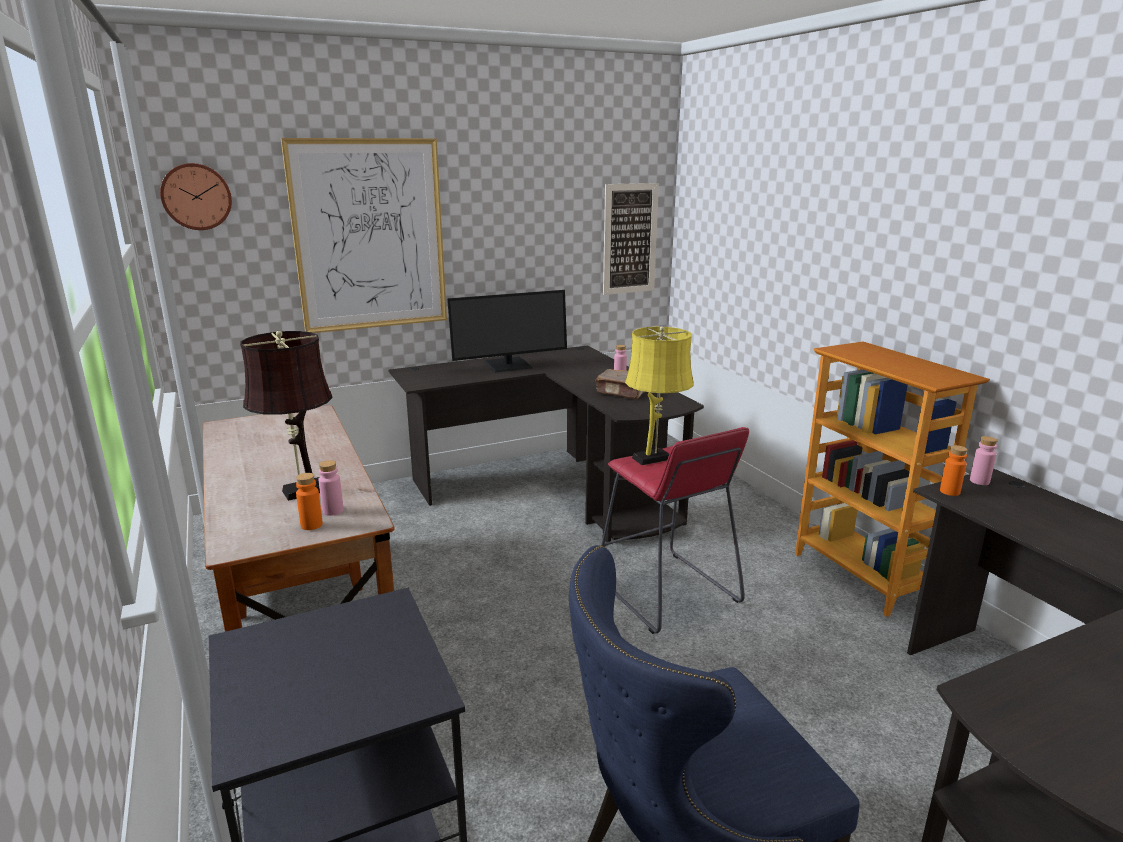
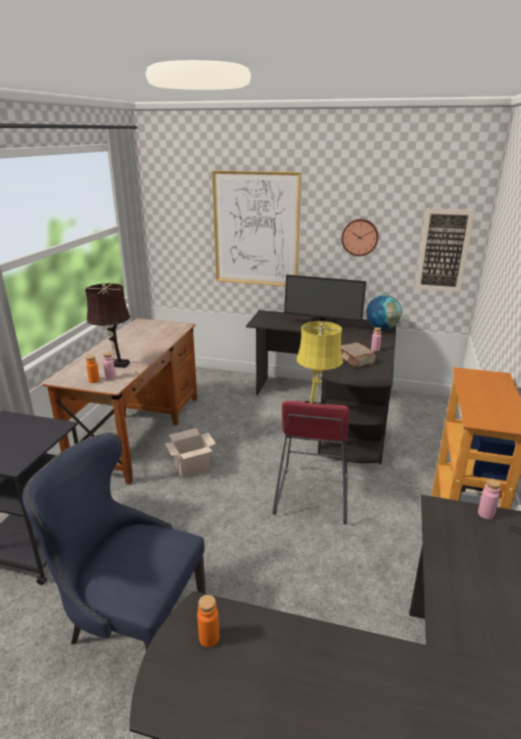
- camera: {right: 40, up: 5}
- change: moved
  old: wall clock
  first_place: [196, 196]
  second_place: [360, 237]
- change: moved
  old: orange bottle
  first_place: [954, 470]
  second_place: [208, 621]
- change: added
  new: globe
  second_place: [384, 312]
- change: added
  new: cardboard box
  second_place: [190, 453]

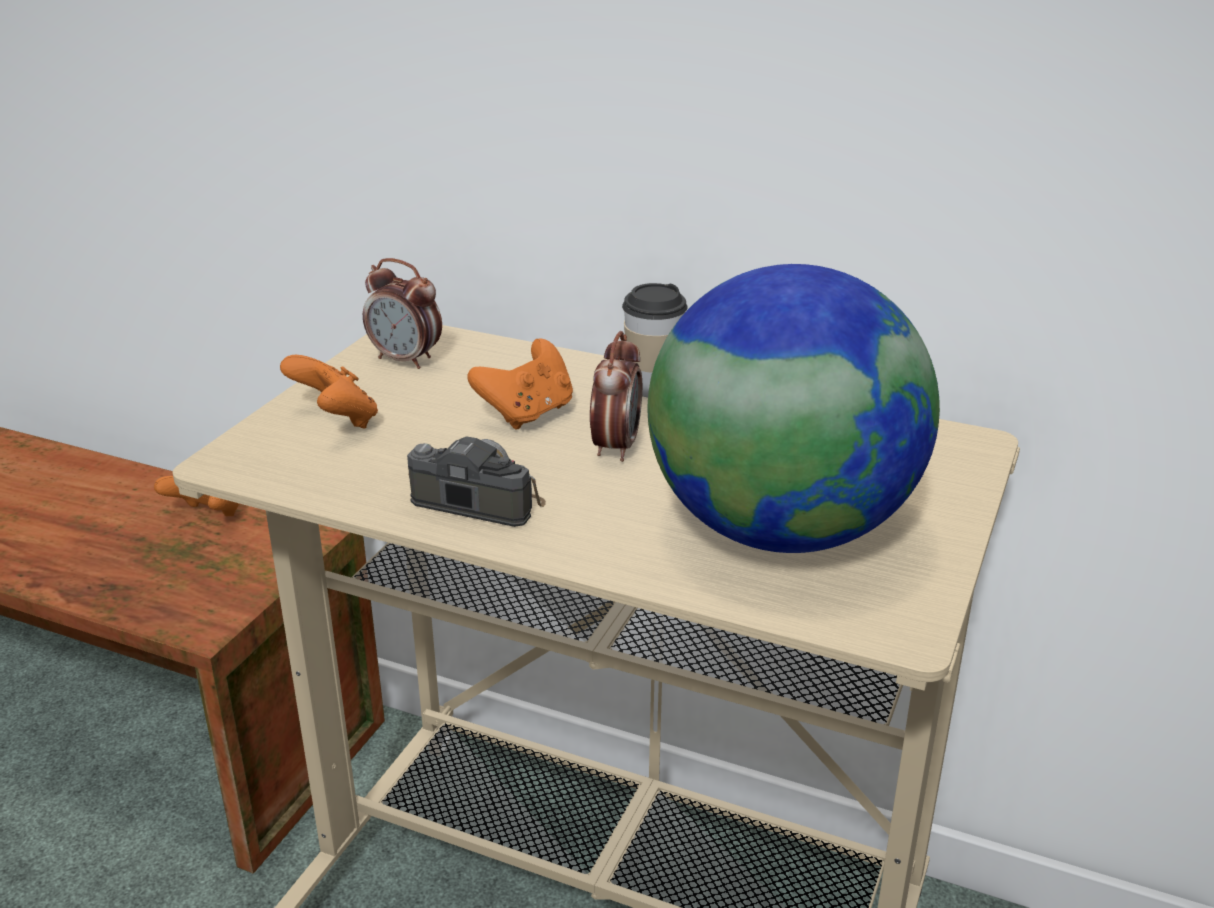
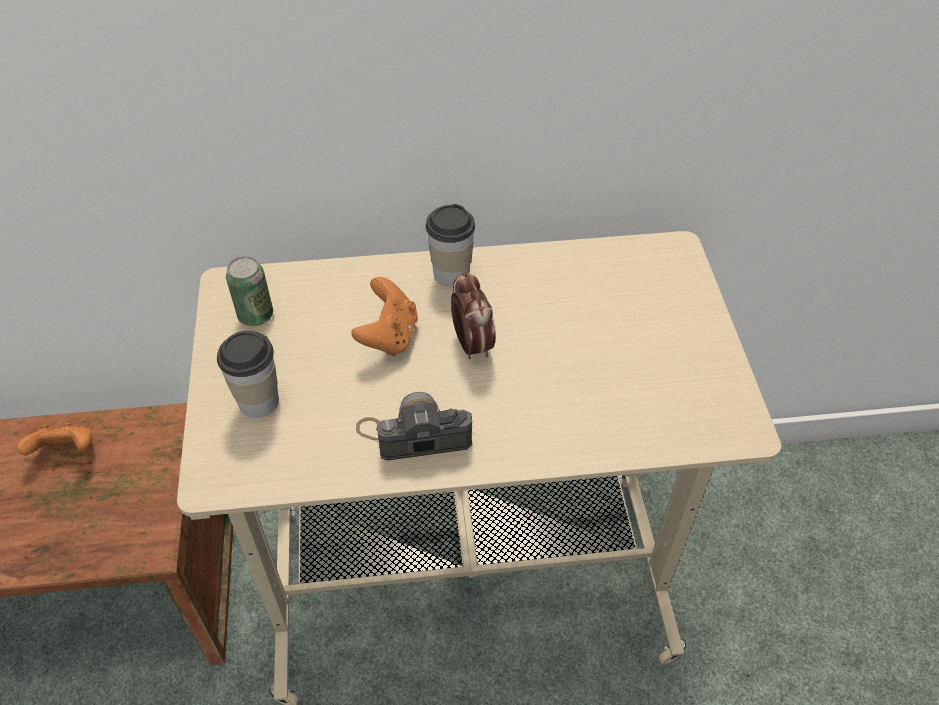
- camera: {right: -30, up: 20}
- change: replaced
  old: alarm clock
  new: can
  first_place: [402, 313]
  second_place: [249, 291]
- change: removed
  old: globe
  first_place: [793, 408]
- change: replaced
  old: orange game controller
  new: cup
  first_place: [329, 392]
  second_place: [248, 374]

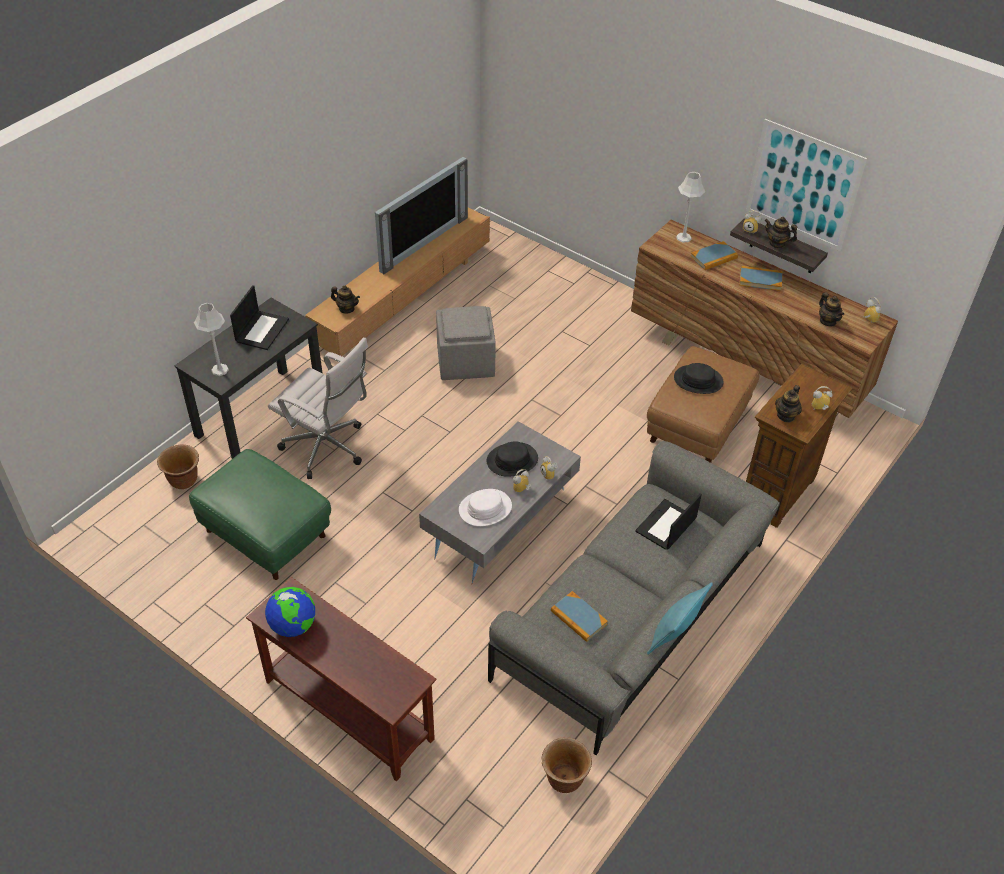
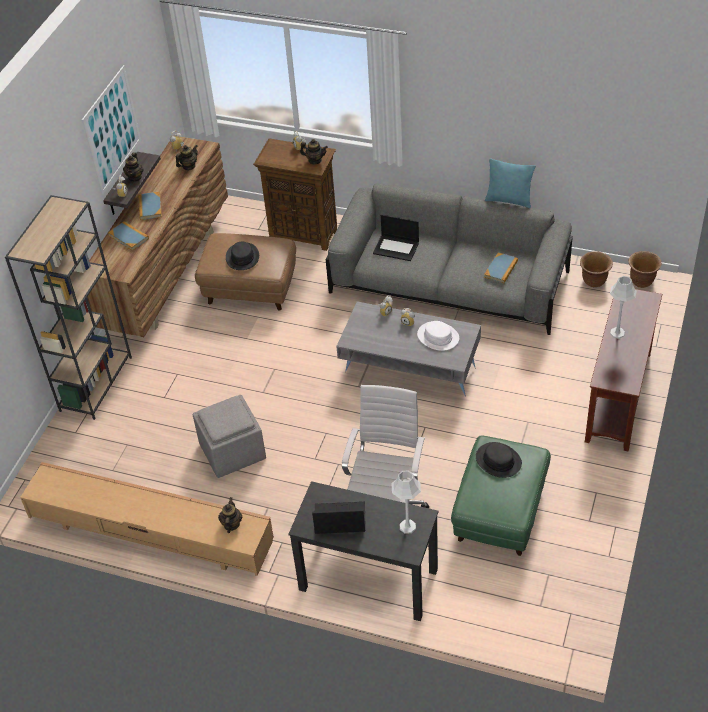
- camera: {right: -105, up: 0}
- change: removed
  old: television
  first_place: [421, 215]
- change: moved
  old: grey table lamp
  first_place: [690, 207]
  second_place: [623, 307]
- change: moved
  old: black hat
  first_place: [512, 459]
  second_place: [499, 460]
- change: moved
  old: brown planter
  first_place: [178, 467]
  second_place: [645, 269]
- change: removed
  old: globe
  first_place: [290, 612]
- change: added
  new: bookcase
  second_place: [68, 307]

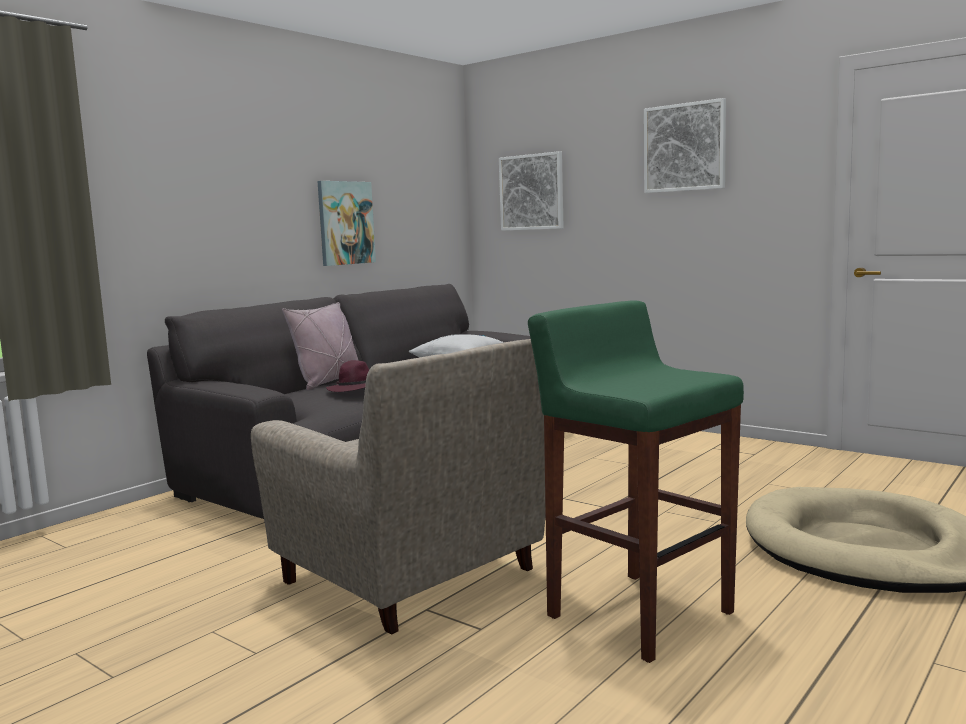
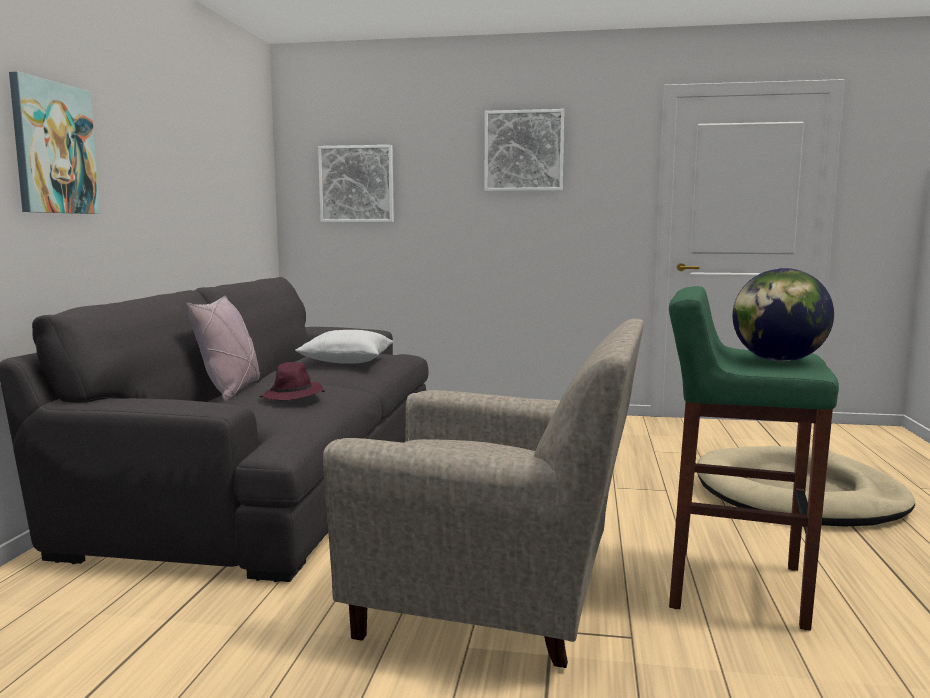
- camera: {right: -30, up: 0}
- change: moved
  old: picture
  first_place: [346, 223]
  second_place: [54, 142]
- change: added
  new: globe
  second_place: [783, 315]

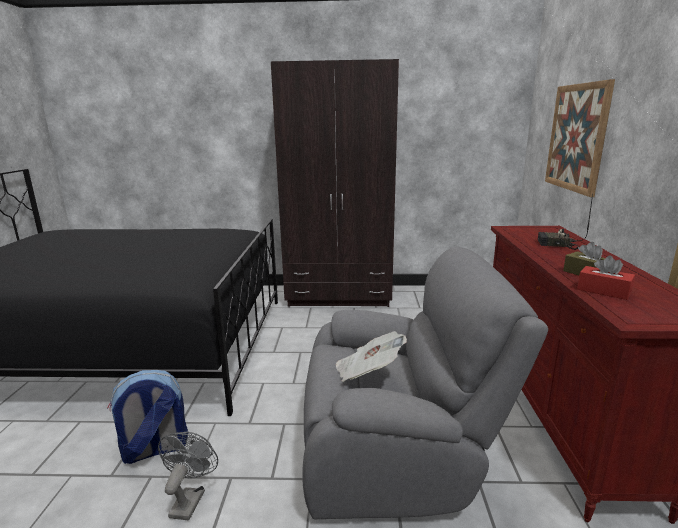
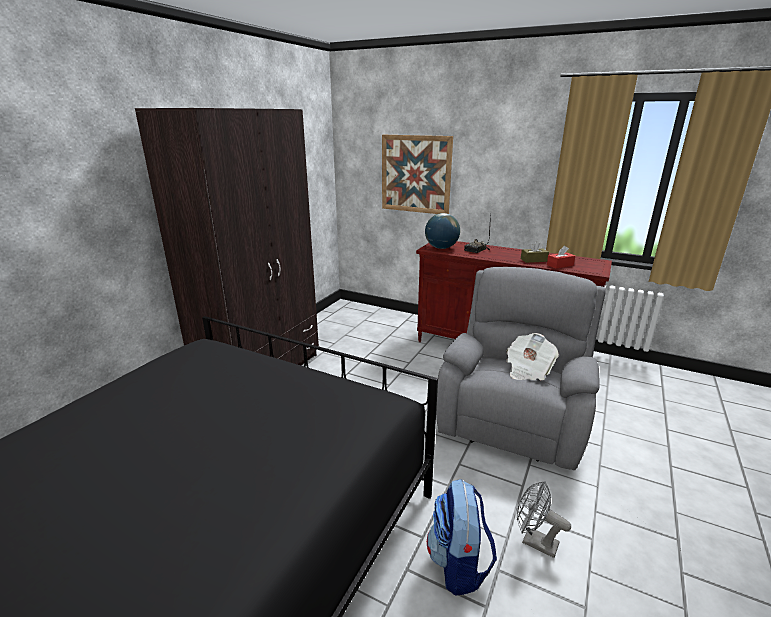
- camera: {right: -65, up: 5}
- change: added
  new: globe
  second_place: [442, 231]

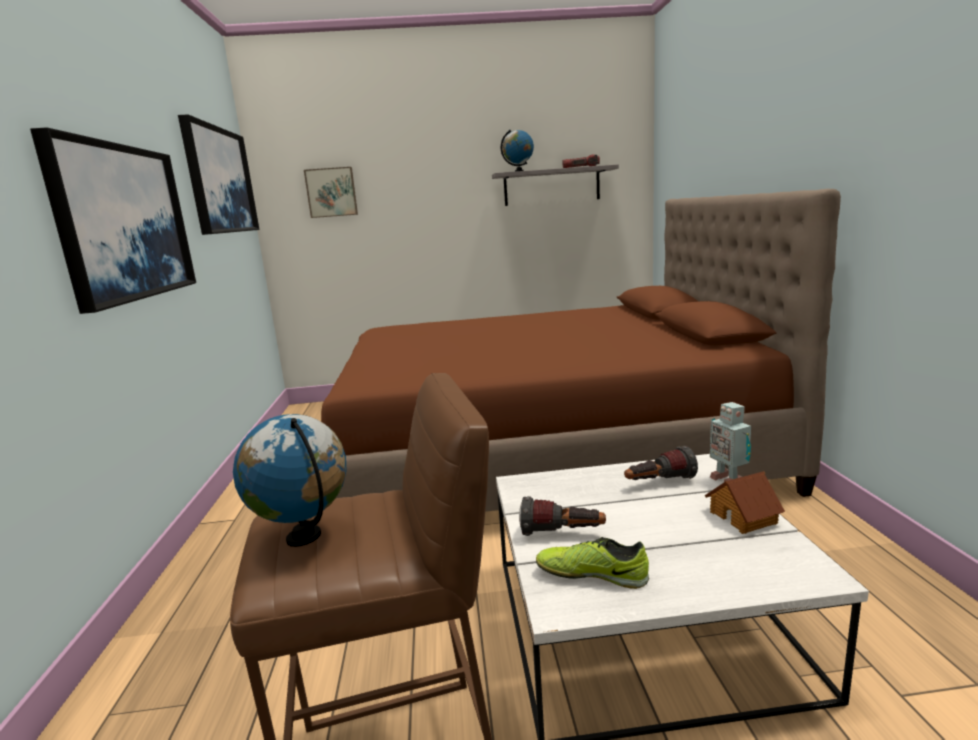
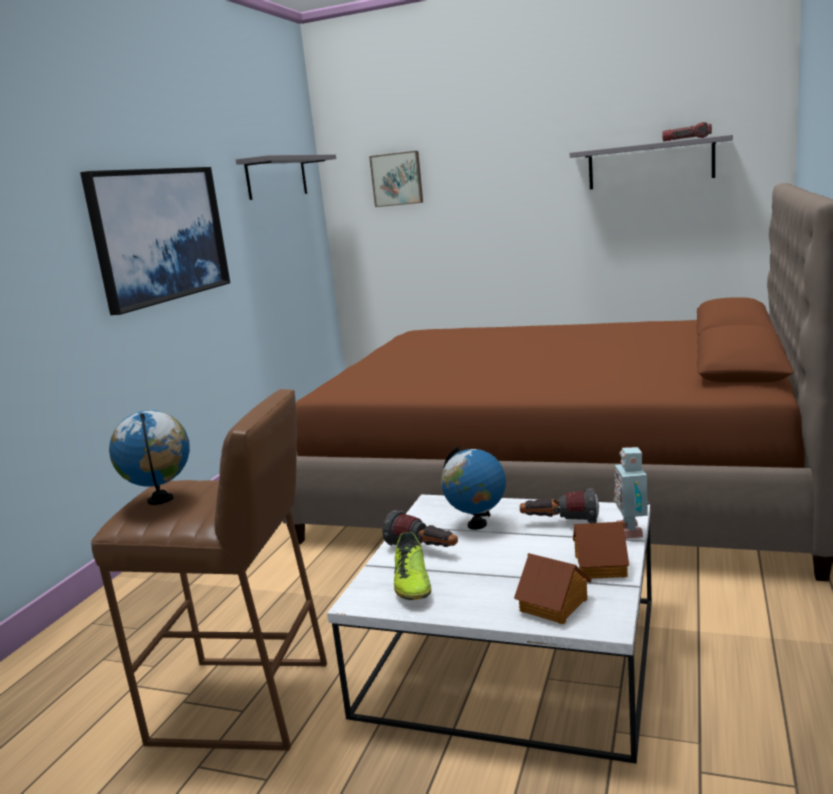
- camera: {right: 25, up: 0}
- change: replaced
  old: picture
  new: grey shelf
  first_place: [218, 174]
  second_place: [286, 177]
- change: moved
  old: globe
  first_place: [517, 150]
  second_place: [473, 488]
- change: turned
  old: shoe
  first_place: [592, 563]
  second_place: [412, 566]
  degrees: -135
- change: added
  new: toy house
  second_place: [552, 588]

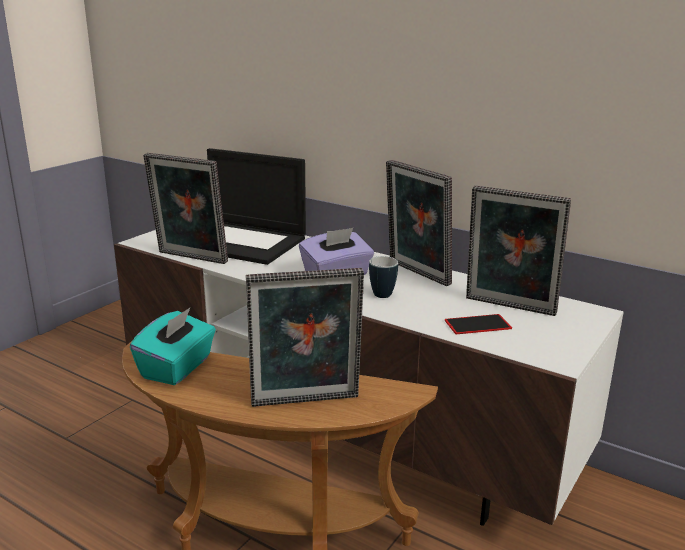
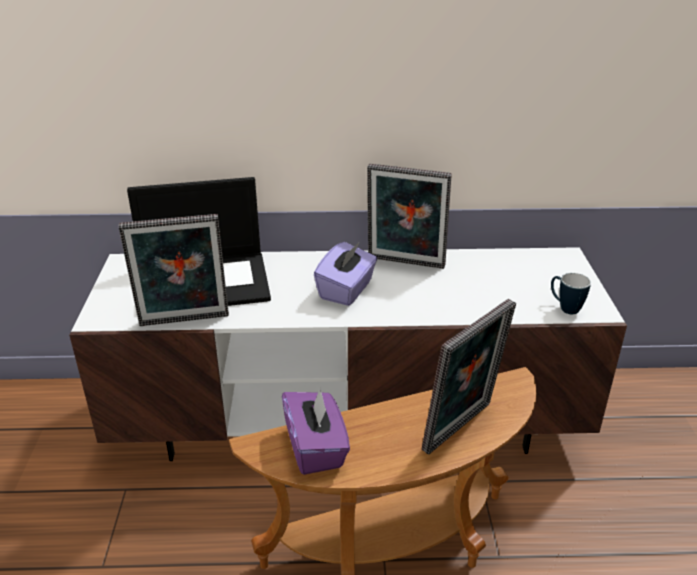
- camera: {right: -35, up: 10}
- change: removed
  old: picture frame
  first_place: [518, 251]
- change: moved
  old: mug
  first_place: [383, 277]
  second_place: [571, 293]
- change: recoloured
  old: turquoise tissue box
  new: purple tissue box
  first_place: [173, 346]
  second_place: [316, 431]
- change: removed
  old: phone
  first_place: [478, 324]

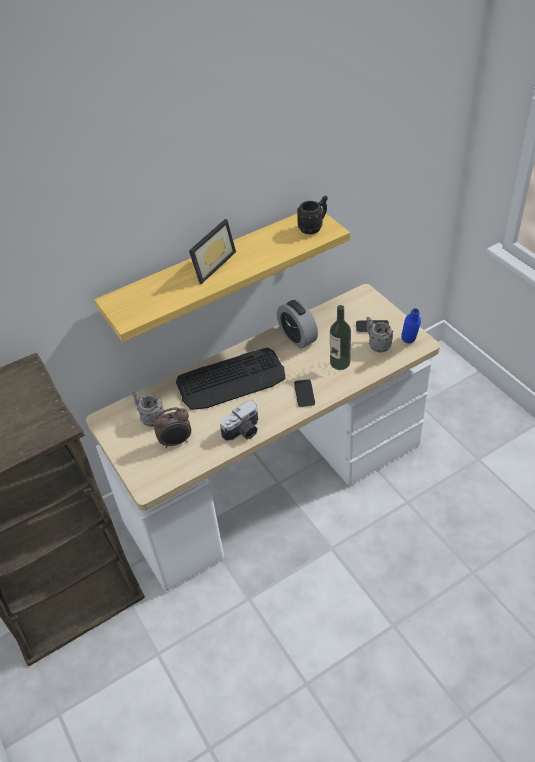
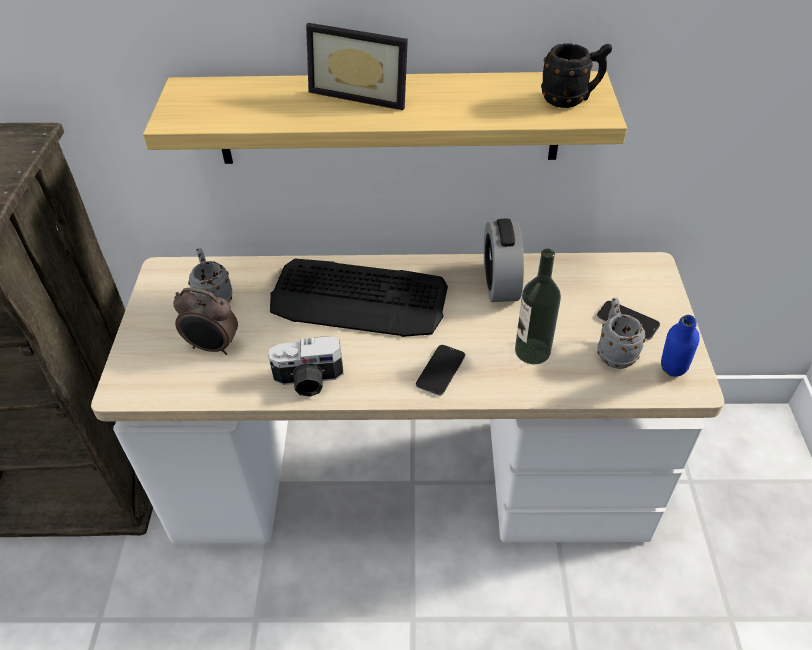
- camera: {right: 30, up: 0}
- change: turned
  old: picture frame
  first_place: [212, 251]
  second_place: [357, 66]
  degrees: 45

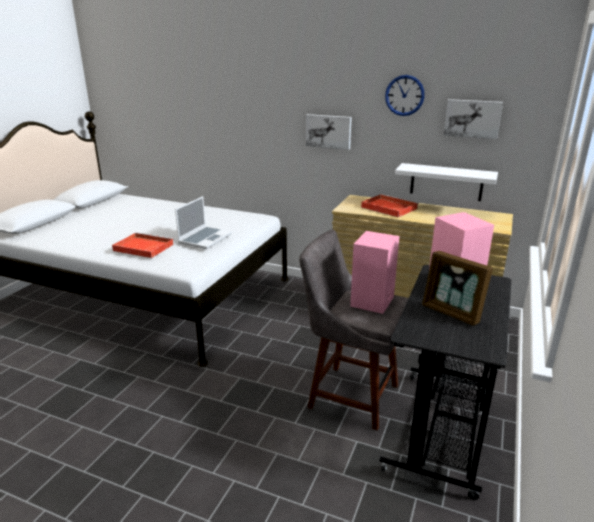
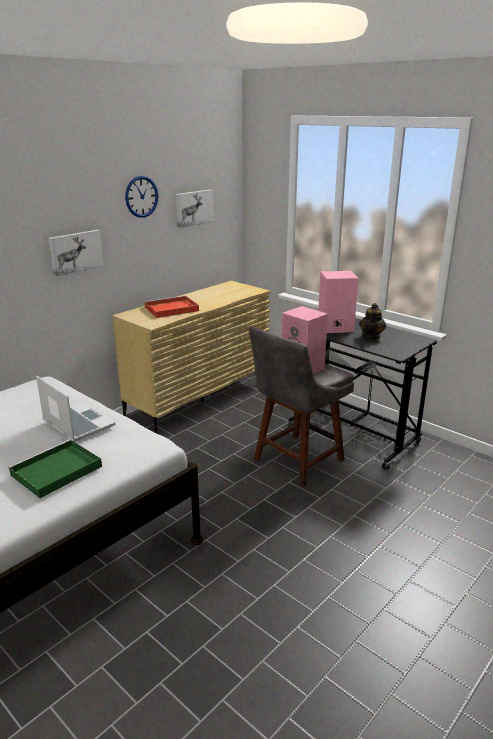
- camera: {right: -70, up: 0}
- change: removed
  old: white shelf
  first_place: [446, 182]
- change: recoloured
  old: red tray
  new: green tray
  first_place: [143, 245]
  second_place: [55, 468]
- change: replaced
  old: picture frame
  new: teapot
  first_place: [457, 288]
  second_place: [372, 321]

